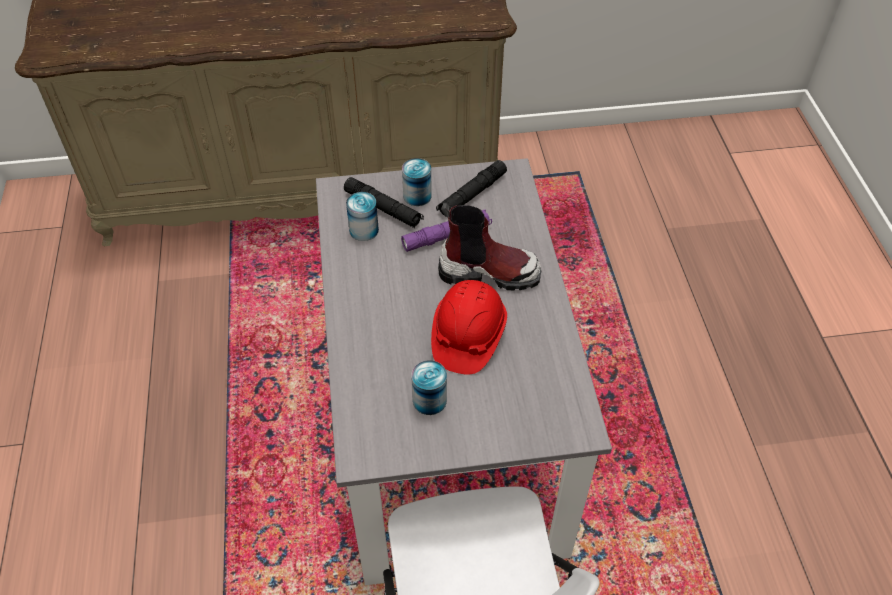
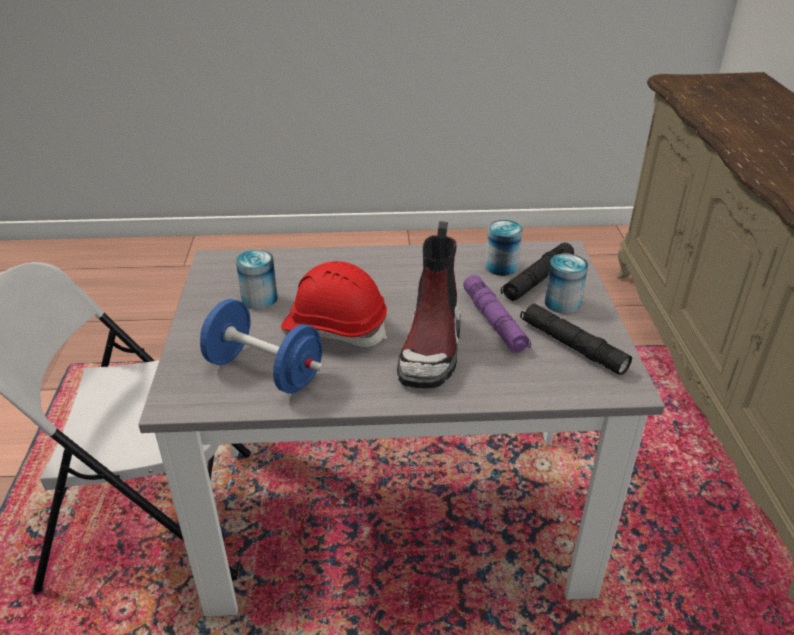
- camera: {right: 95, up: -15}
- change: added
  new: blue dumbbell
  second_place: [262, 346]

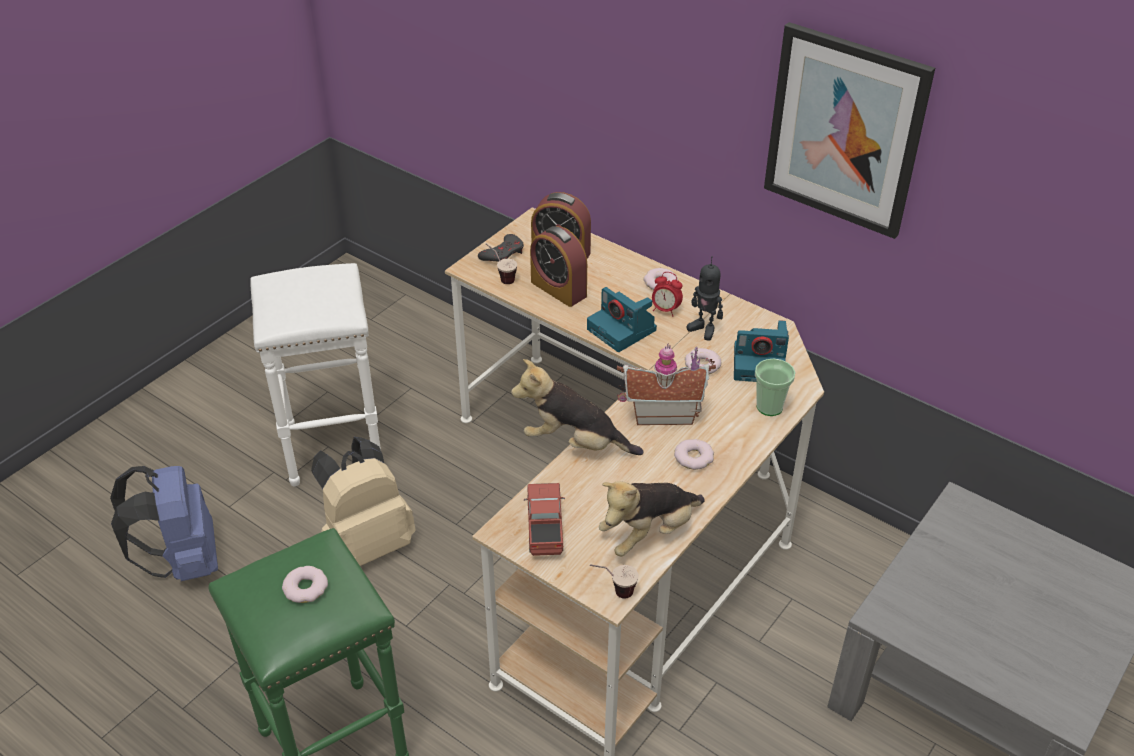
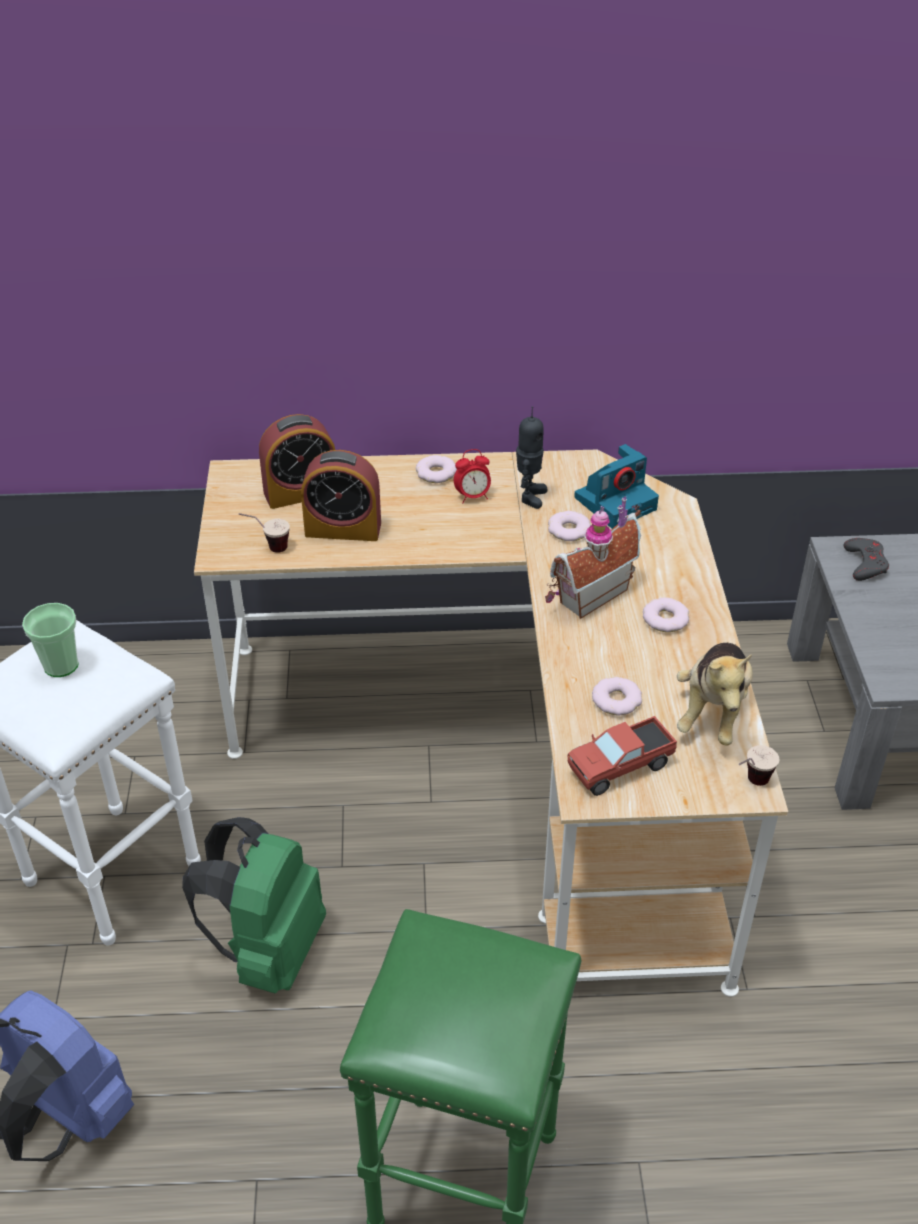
- camera: {right: -40, up: 0}
- change: removed
  old: picture
  first_place: [849, 130]
- change: moved
  old: grey game controller
  first_place: [501, 248]
  second_place: [866, 559]
- change: turned
  old: toy robot
  first_place: [705, 298]
  second_place: [532, 457]
  degrees: -75
- change: removed
  old: photo camera
  first_place: [622, 319]
- change: moved
  old: cup
  first_place: [775, 387]
  second_place: [50, 640]
- change: removed
  old: plush toy
  first_place: [577, 407]
- change: recoloured
  old: beige backpack
  new: green backpack
  first_place: [363, 501]
  second_place: [254, 905]
- change: turned
  old: toy truck
  first_place: [544, 519]
  second_place: [622, 756]
  degrees: -75
- change: moved
  old: donut
  first_place: [305, 584]
  second_place: [617, 696]

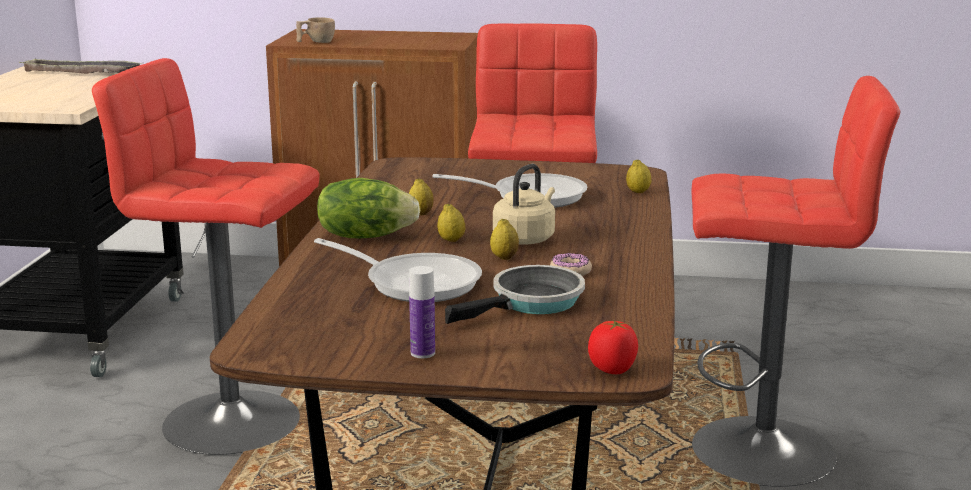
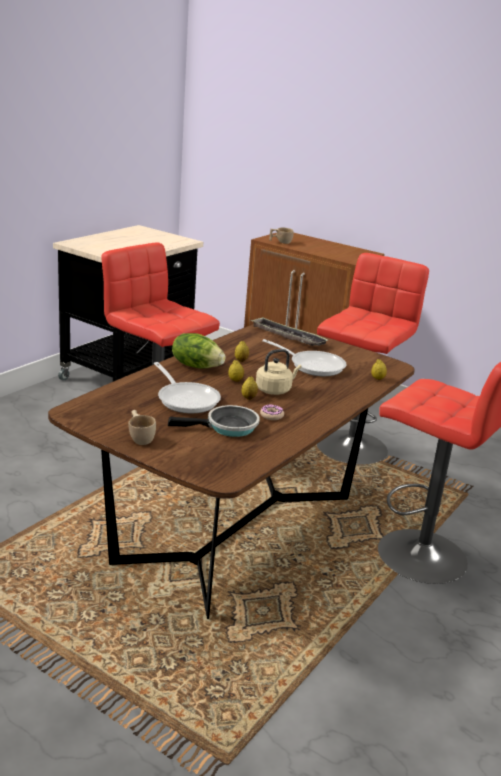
- camera: {right: 25, up: 5}
- change: moved
  old: tray
  first_place: [80, 66]
  second_place: [289, 331]
- change: replaced
  old: bottle
  new: beige cup
  first_place: [422, 312]
  second_place: [142, 427]
- change: removed
  old: tomato
  first_place: [613, 347]

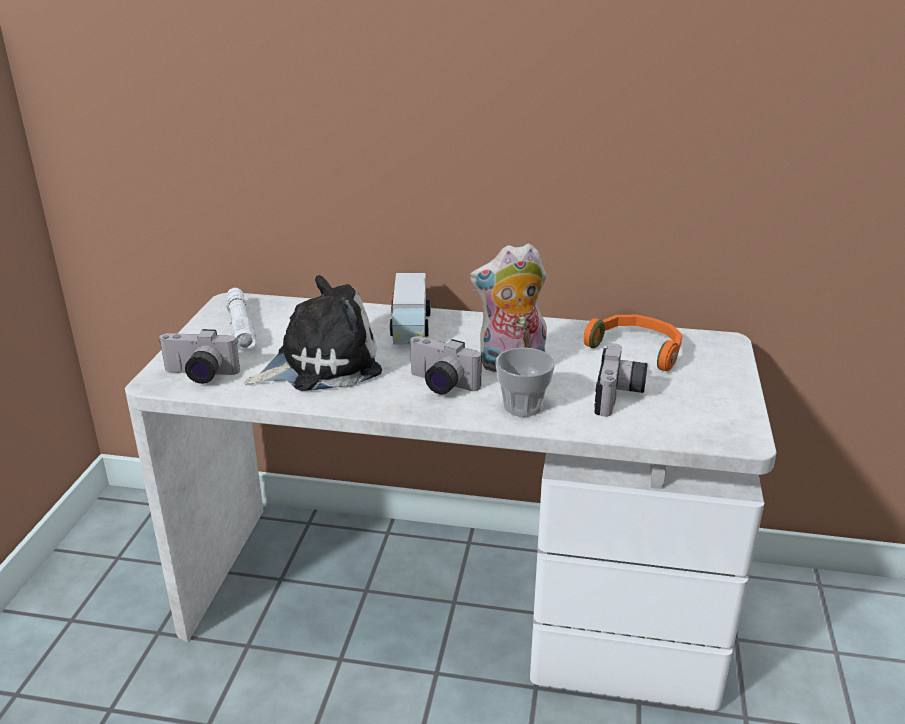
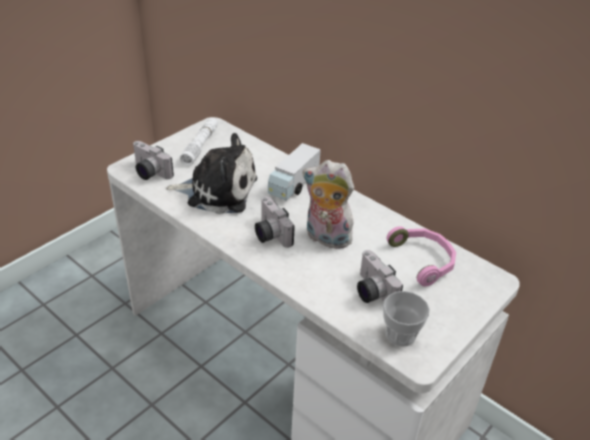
- camera: {right: 30, up: 10}
- change: recoloured
  old: orange headphones
  new: pink headphones
  first_place: [633, 343]
  second_place: [421, 256]
- change: turned
  old: photo camera
  first_place: [621, 380]
  second_place: [380, 276]
  degrees: 105
- change: moved
  old: cup
  first_place: [525, 382]
  second_place: [406, 319]

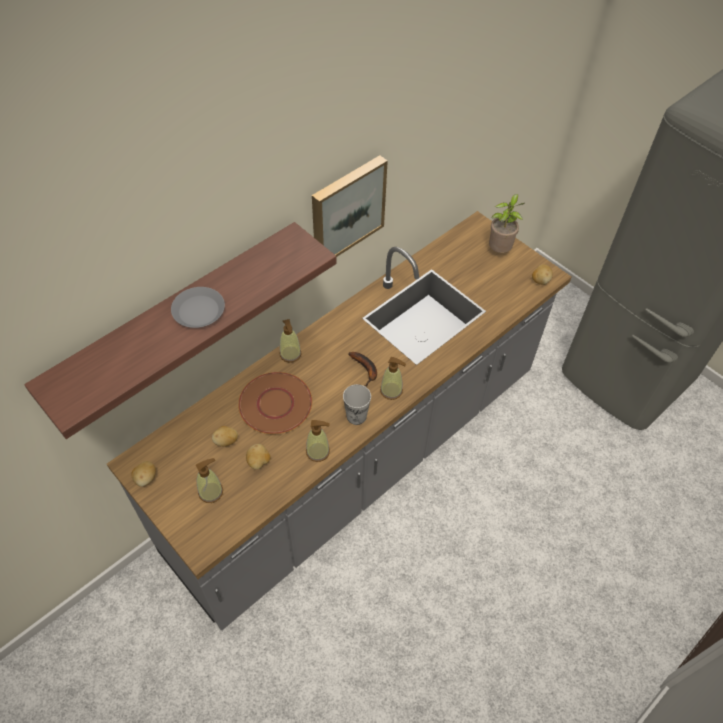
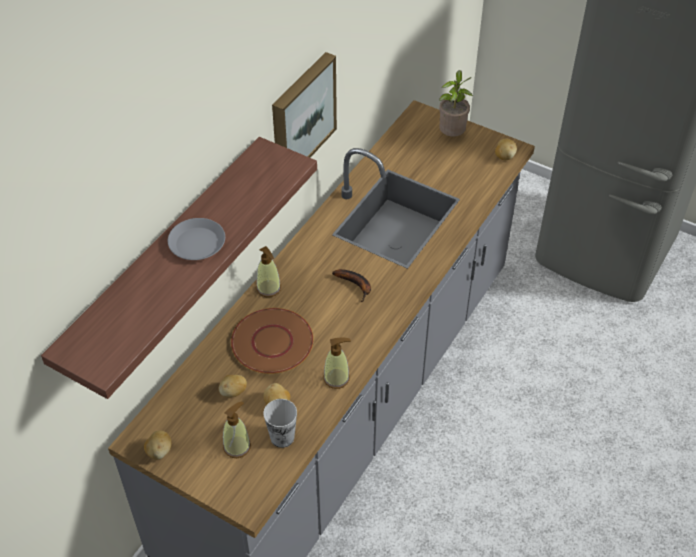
- camera: {right: -15, up: -5}
- change: removed
  old: soap dispenser
  first_place: [393, 378]
- change: moved
  old: cup
  first_place: [357, 404]
  second_place: [280, 423]

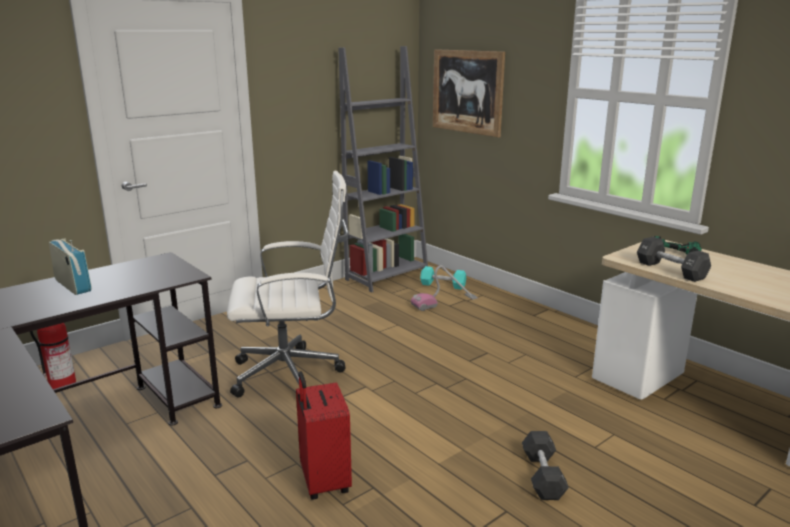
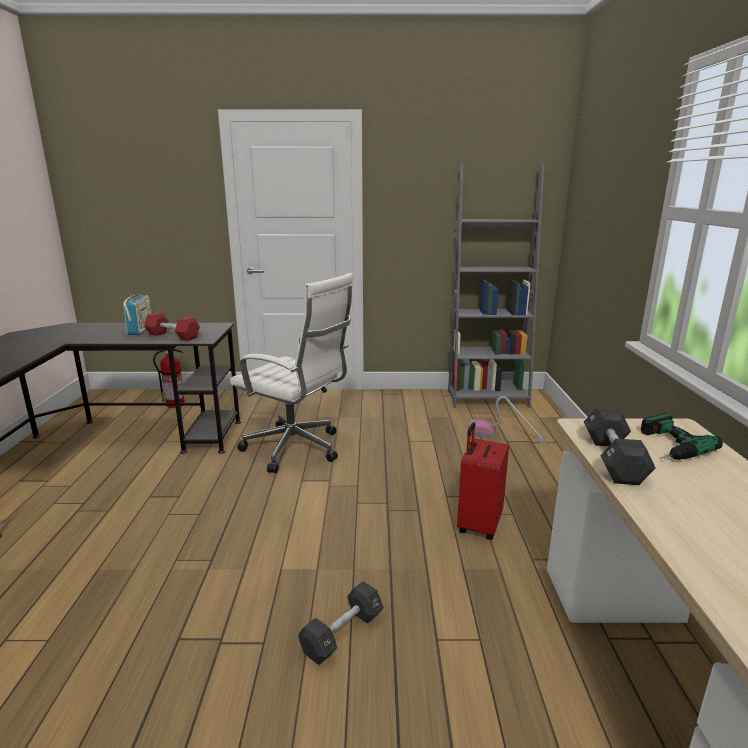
- camera: {right: 40, up: 0}
- change: removed
  old: picture
  first_place: [469, 93]
- change: removed
  old: turquoise dumbbell
  first_place: [443, 278]
- change: moved
  old: red suitcase
  first_place: [324, 435]
  second_place: [483, 481]
- change: added
  new: red dumbbell
  second_place: [172, 326]

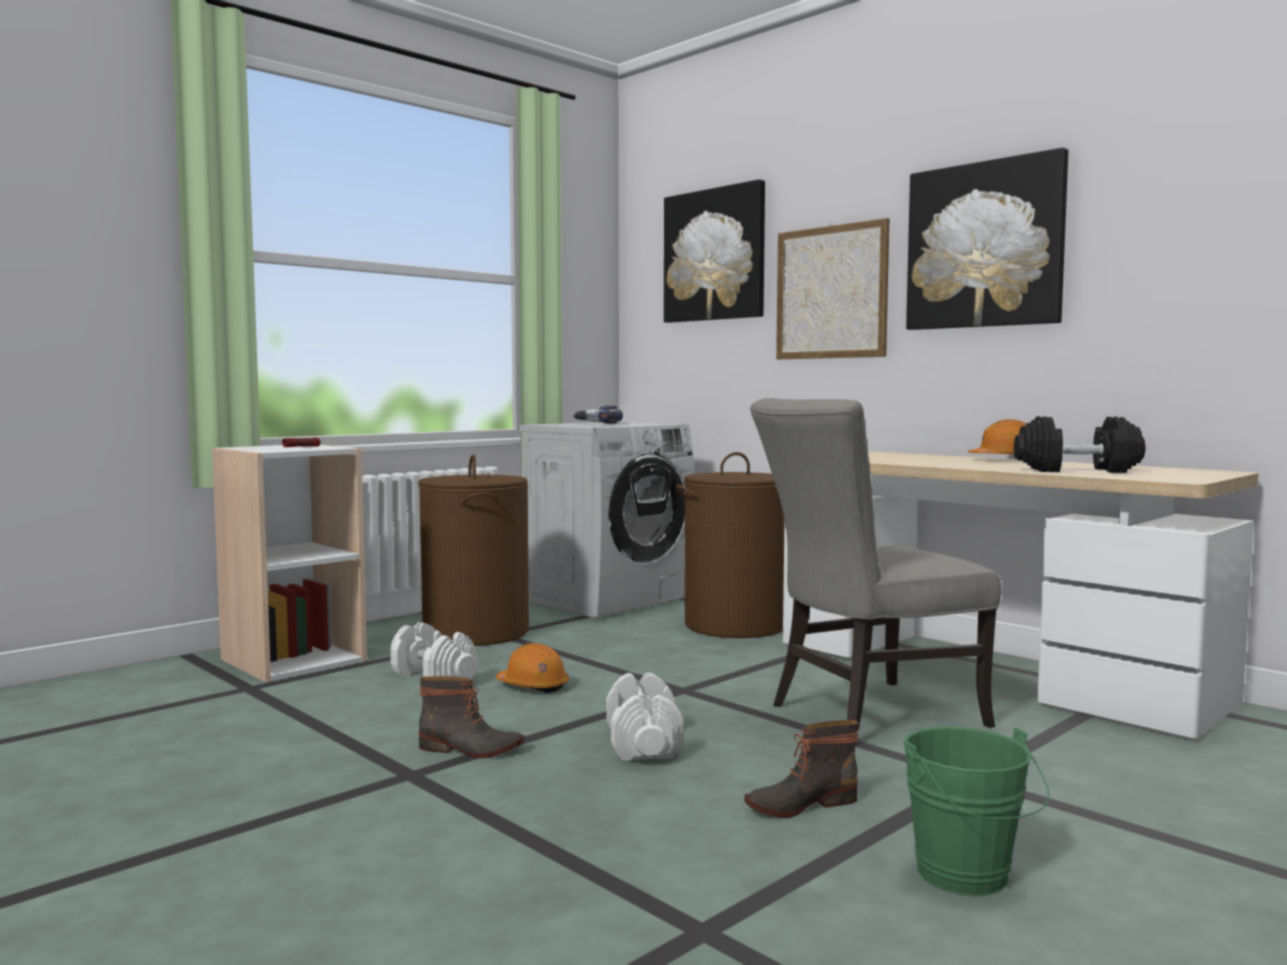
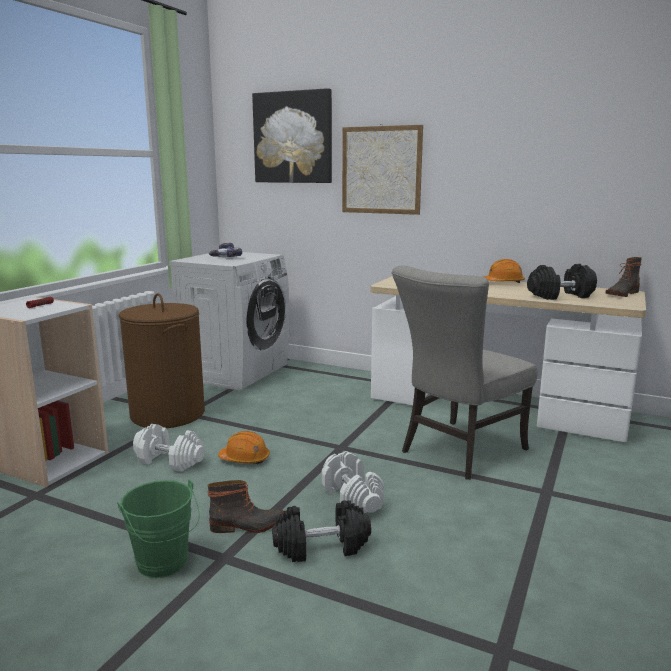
- camera: {right: -20, up: 10}
- change: removed
  old: picture
  first_place: [987, 239]
- change: removed
  old: brown laundry basket
  first_place: [730, 545]
- change: moved
  old: boot
  first_place: [801, 769]
  second_place: [623, 277]
- change: moved
  old: green bucket
  first_place: [976, 811]
  second_place: [158, 528]
- change: added
  new: black dumbbell
  second_place: [321, 531]

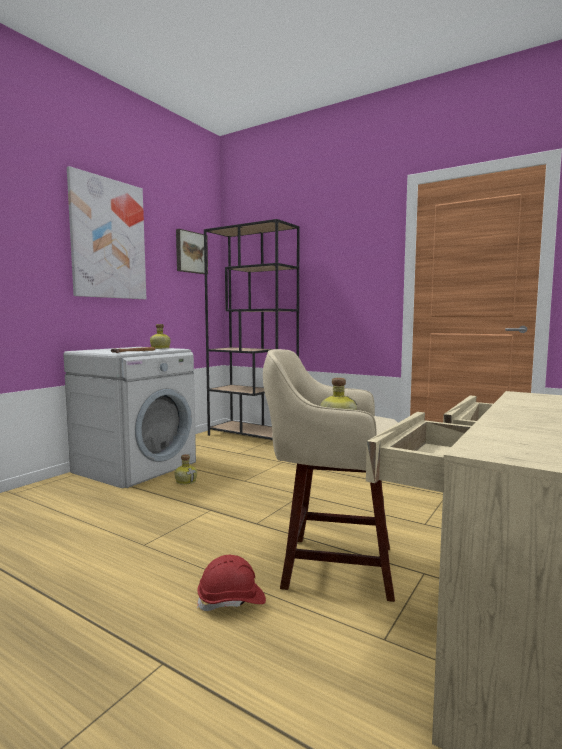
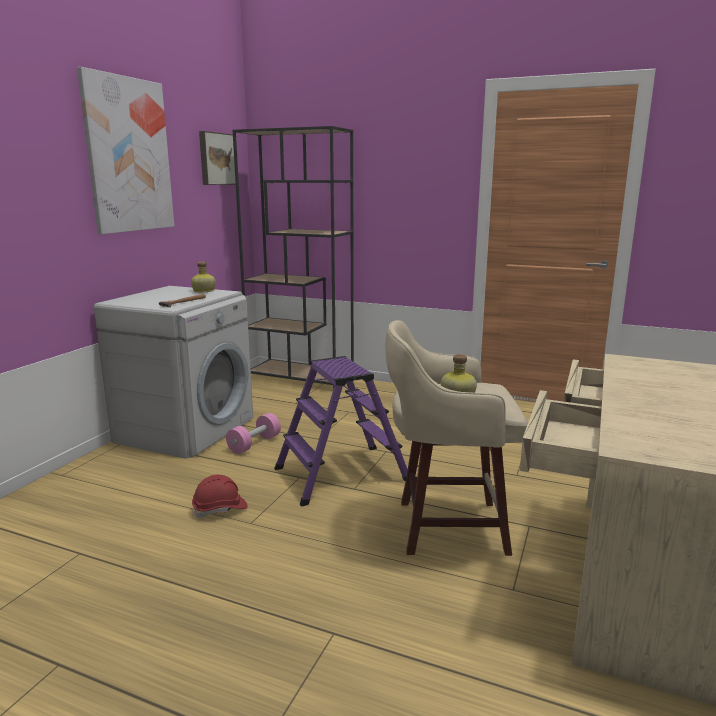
- camera: {right: -10, up: 10}
- change: replaced
  old: bottle
  new: pink dumbbell
  first_place: [185, 469]
  second_place: [253, 433]
- change: moved
  old: red hard hat
  first_place: [231, 583]
  second_place: [220, 496]
- change: added
  new: purple step ladder
  second_place: [341, 431]

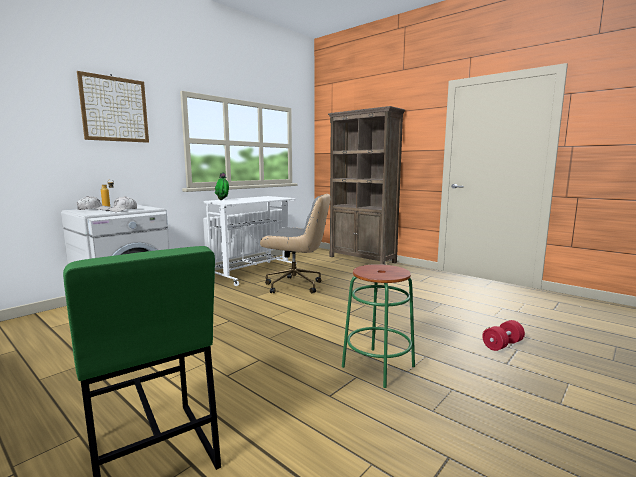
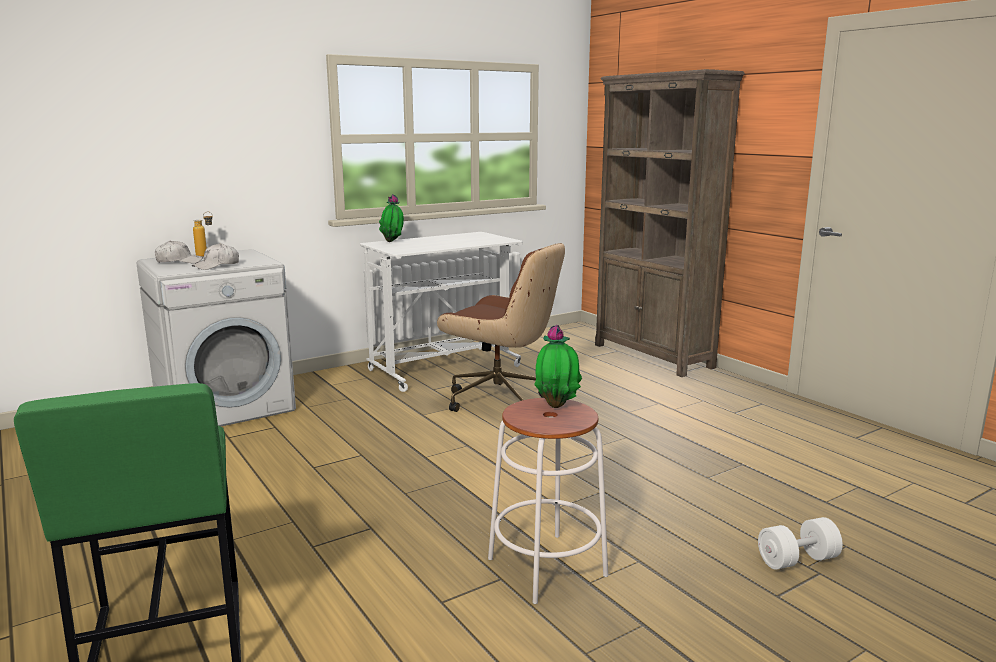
- camera: {right: 15, up: 5}
- change: removed
  old: picture
  first_place: [113, 107]
- change: recoloured
  old: grey office chair
  new: brown office chair
  first_place: [295, 243]
  second_place: [501, 327]
- change: recoloured
  old: green stool
  new: white stool
  first_place: [378, 326]
  second_place: [548, 501]
- change: recoloured
  old: red dumbbell
  new: white dumbbell
  first_place: [503, 335]
  second_place: [800, 543]
- change: added
  new: potted plant
  second_place: [558, 366]

